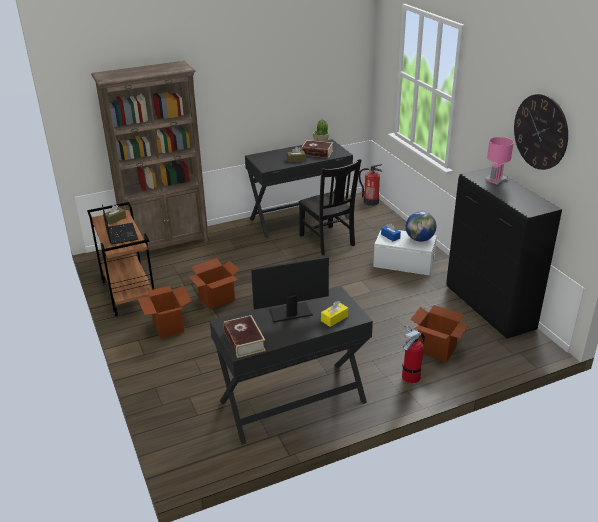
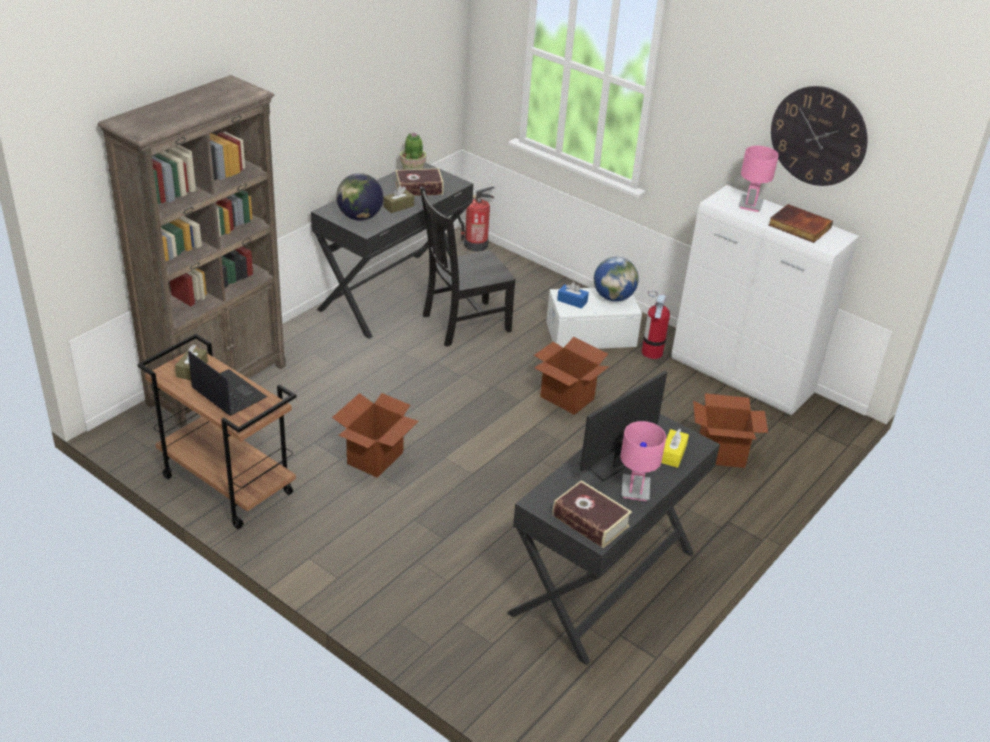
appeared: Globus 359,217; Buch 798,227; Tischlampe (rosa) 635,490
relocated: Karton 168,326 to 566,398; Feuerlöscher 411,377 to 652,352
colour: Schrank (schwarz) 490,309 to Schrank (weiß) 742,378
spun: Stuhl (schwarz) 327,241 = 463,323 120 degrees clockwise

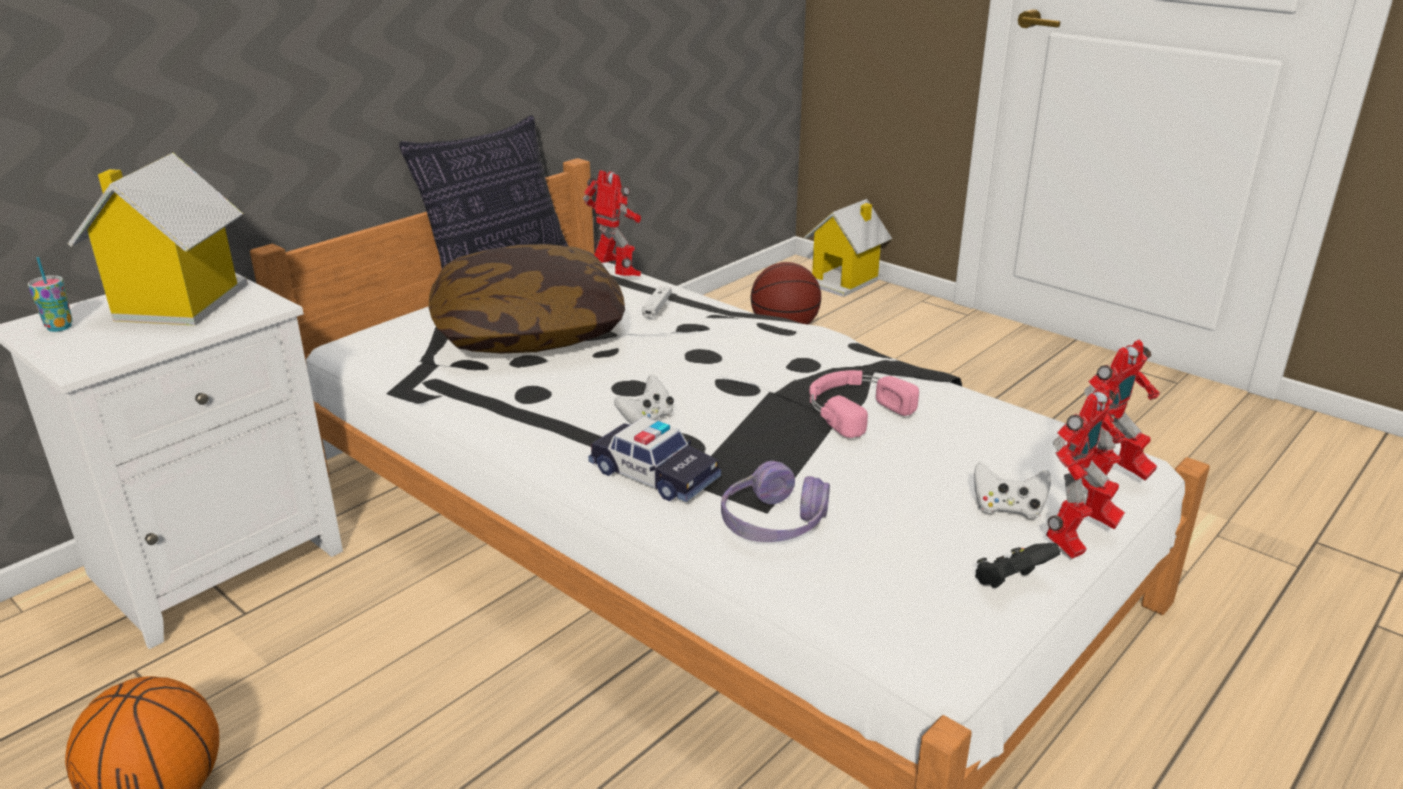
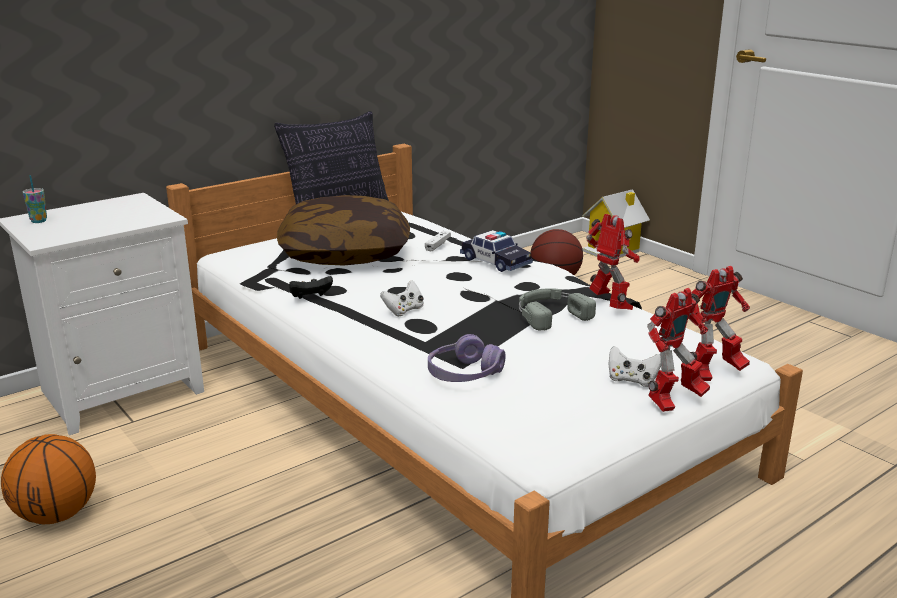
missing: Spielzeughaus 178,304
relocated: Spielzeugroboter 617,274 to 610,306; Spielzeugauto 654,474 to 495,261; Gamepad (schwarz) 1011,582 to 311,297
colour: Kopfhörer (rosa) 853,409 to Kopfhörer (grau) 550,314

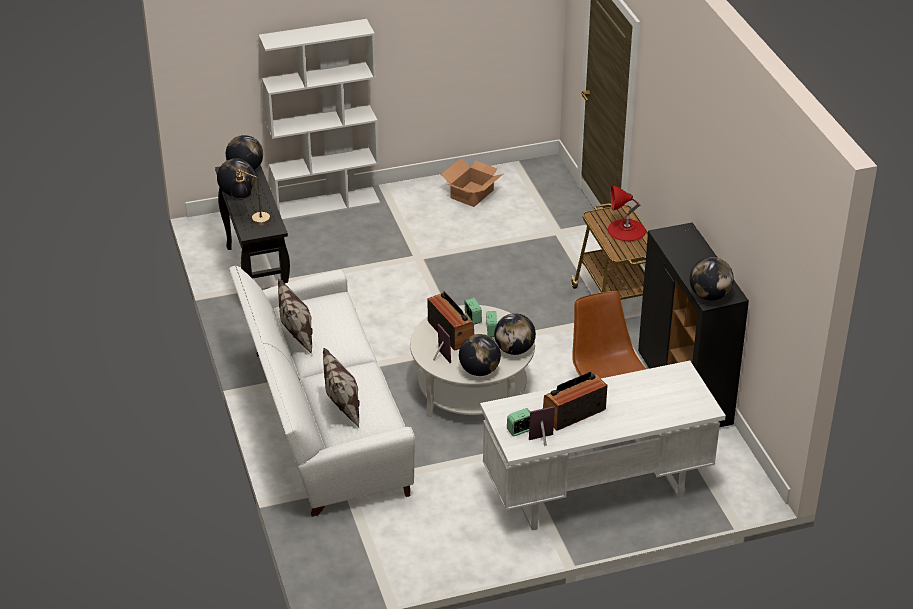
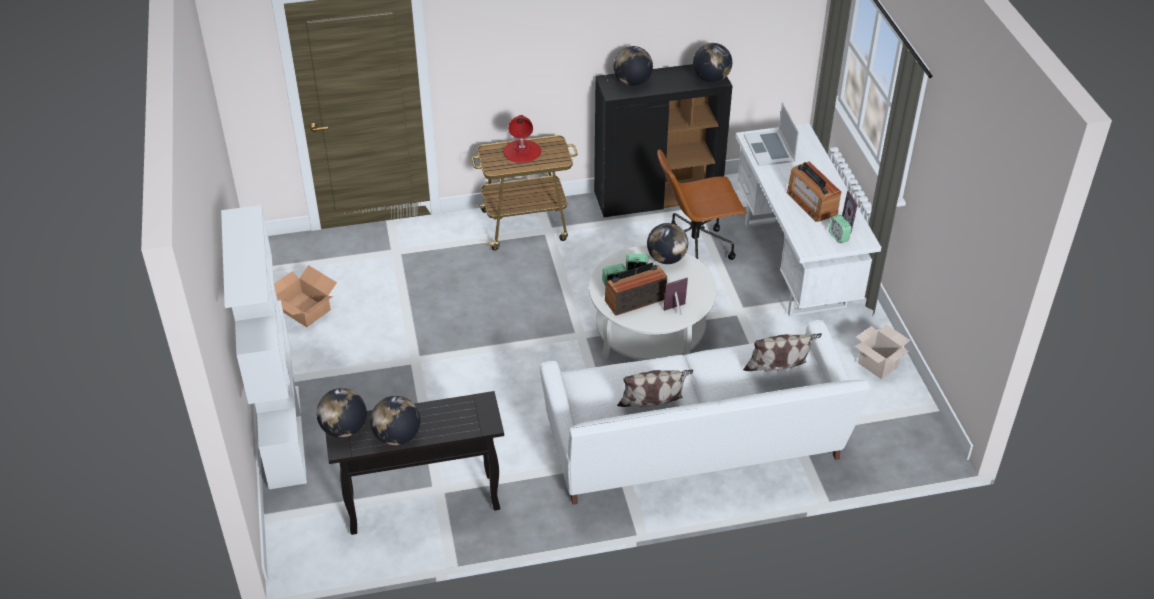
missing: Tischlampe 252,219
appeared: Laptop 769,148; Karton 878,365
relocated: Globus 479,371 to 632,82

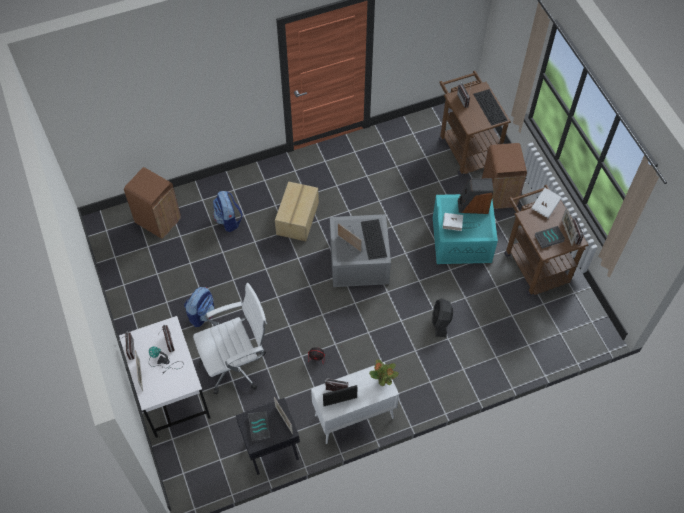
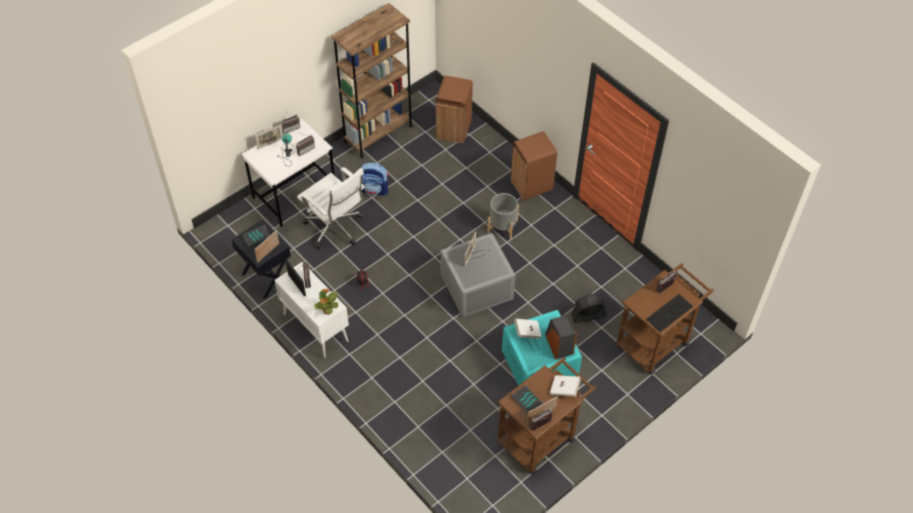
missing: Rucksack 228,220; Tastatur 374,239
appeared: Bücherregal (braun) 378,133
relocated: Mülleimer (braun) 499,194 to 532,186; Ventilator (schwarz) 441,322 to 587,315
exchanged: Karton 298,218 to Pflanzkübel (grau) 502,226

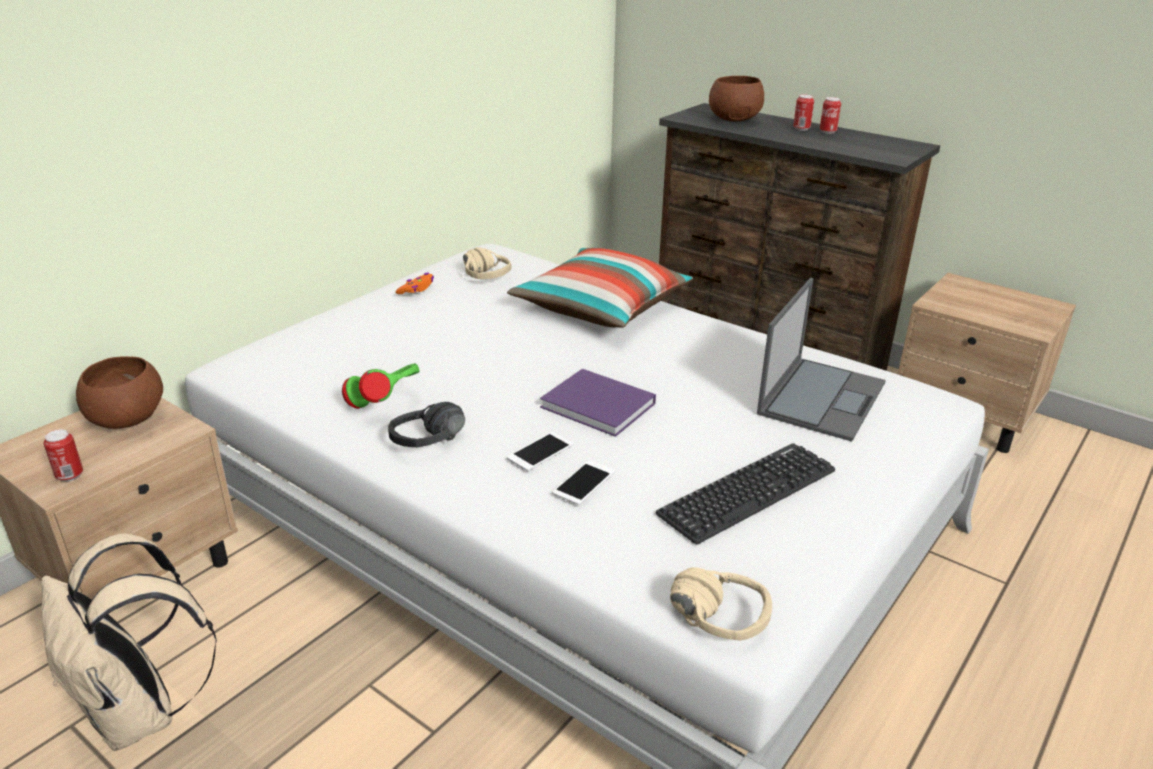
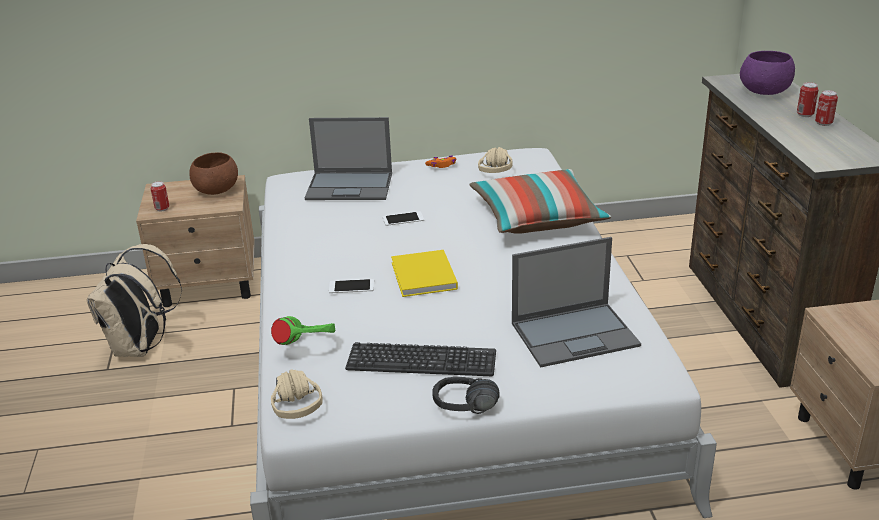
appeared: Laptop 350,186
relocated: Kopfhörer (grün) 386,404 to 306,347; Kopfhörer (schwarz) 434,445 to 465,411; Handy 584,482 to 403,219
colour: Schüssel (braun) 733,119 to Schüssel (lila) 764,91; Buch (lila) 600,406 to Buch (gelb) 424,277

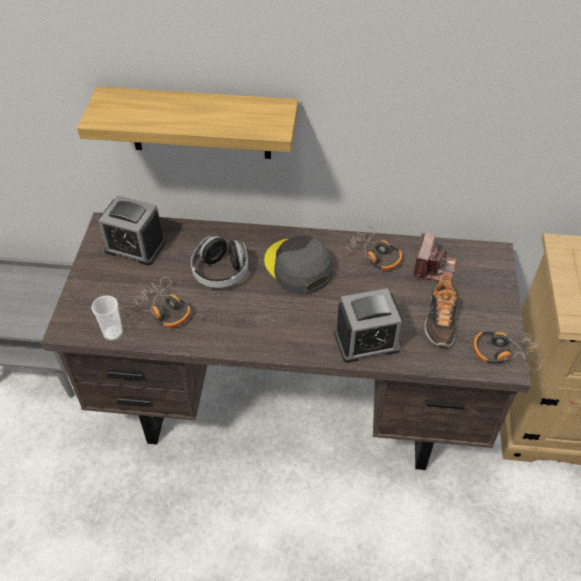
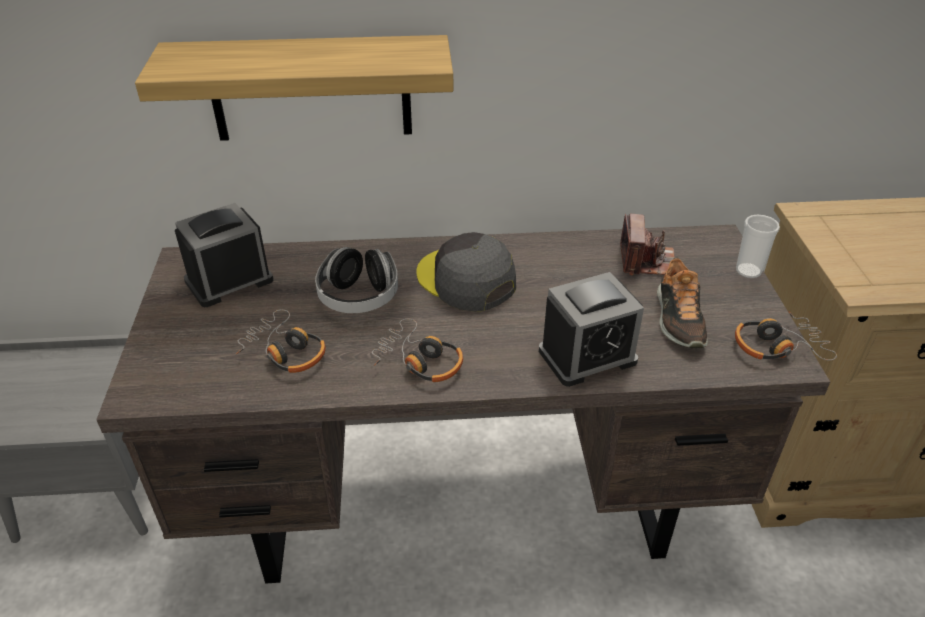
relocated: Kopfhörer 374,255 to 419,361; Tasse 113,333 to 748,271
spun: Wecker 135,246 = 229,281 135 degrees clockwise

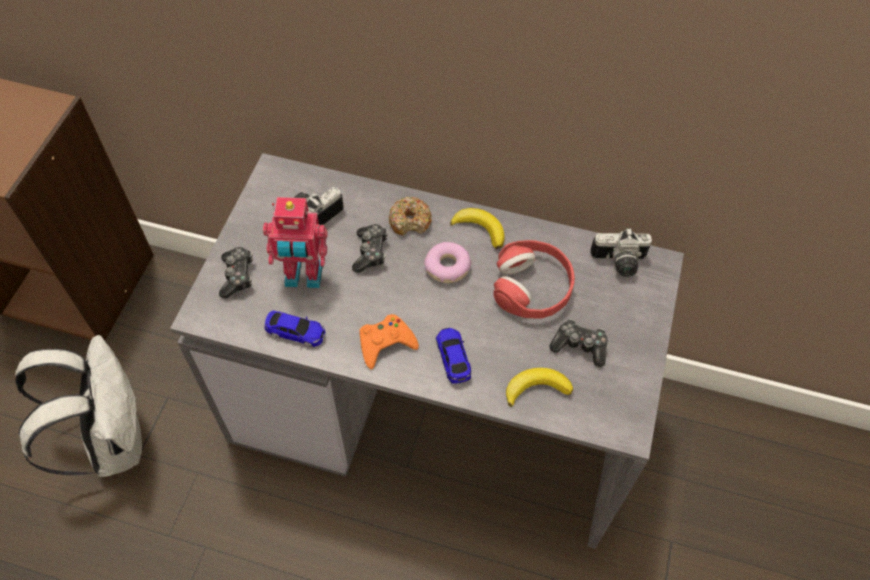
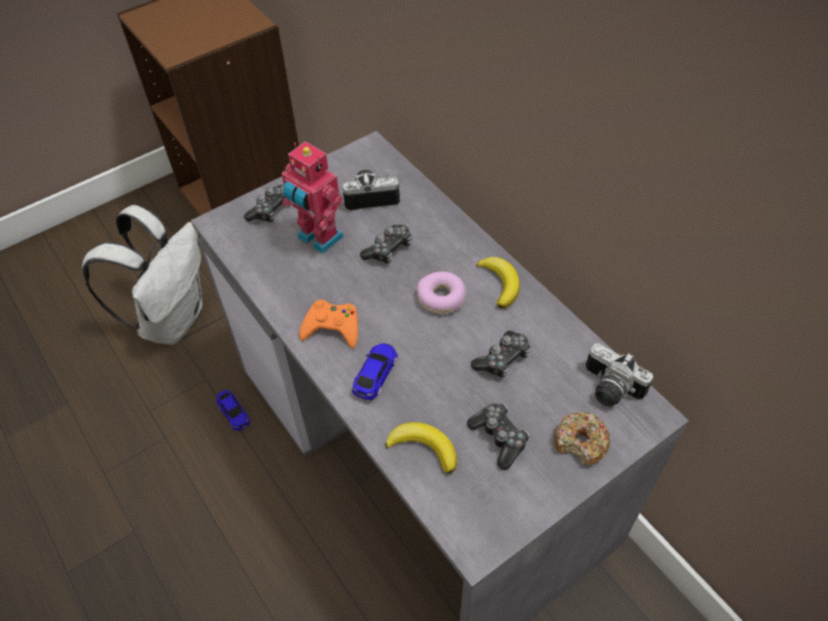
relocated: Donut 410,221 to 581,442; Spielzeugauto 296,332 to 233,413
exchanged: Kopfhörer (rot) 532,287 to Gamepad 502,359

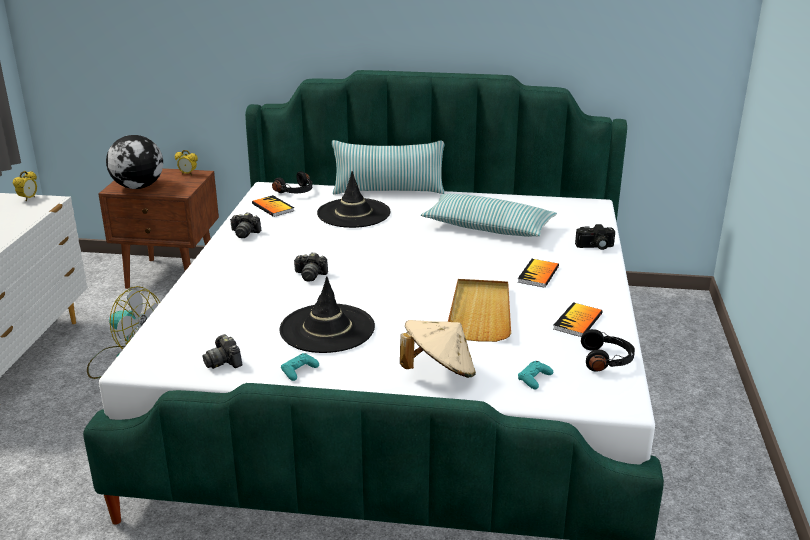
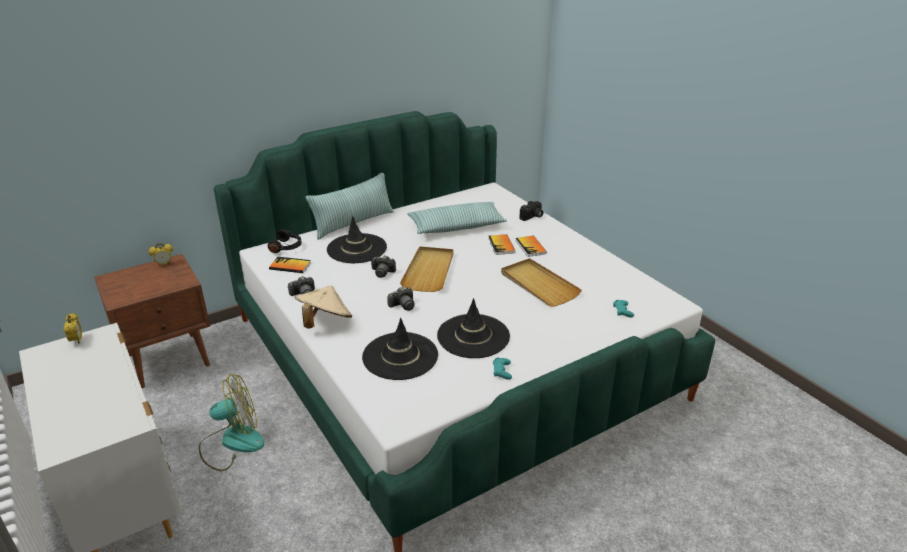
missing: Globus 139,187; Kopfhörer (schwarz) 607,360
appeared: Tablett (beige) 429,271; Hut (schwarz) 400,356
relocated: Buch 577,321 to 501,245; Hut (beige) 439,371 to 325,322; Kamera 224,362 to 383,272

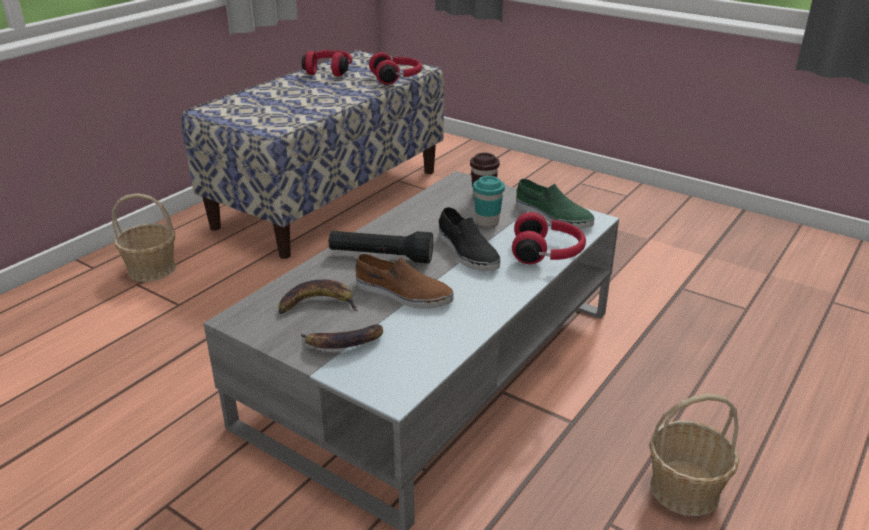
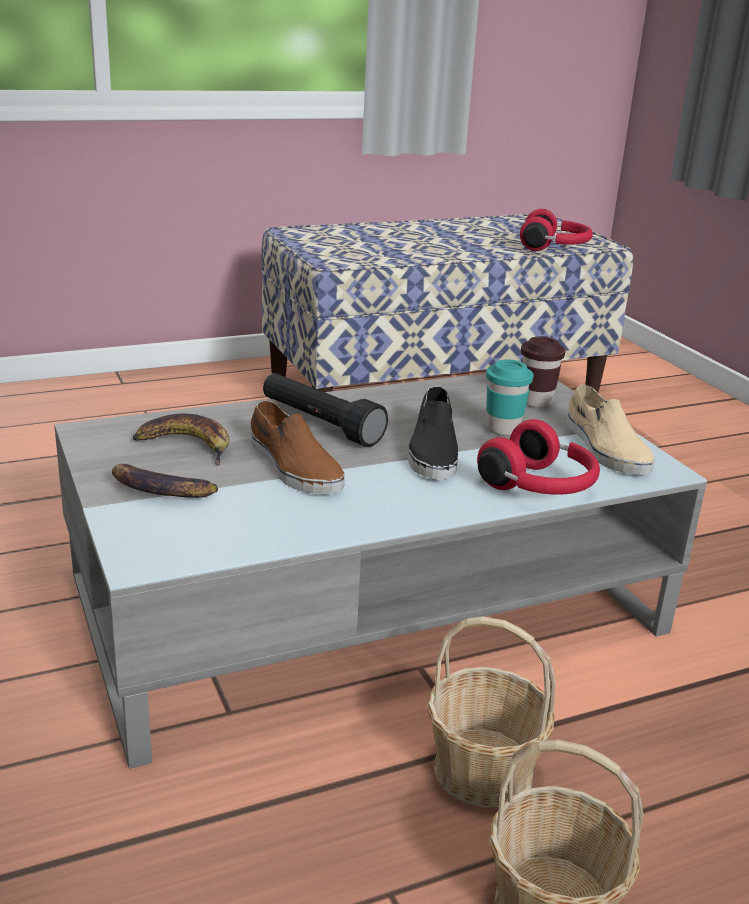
missing: Kopfhörer (rot) 329,71
relocated: Korb 152,269 to 483,770
colour: Schuh (grün) 552,215 to Schuh (beige) 605,448

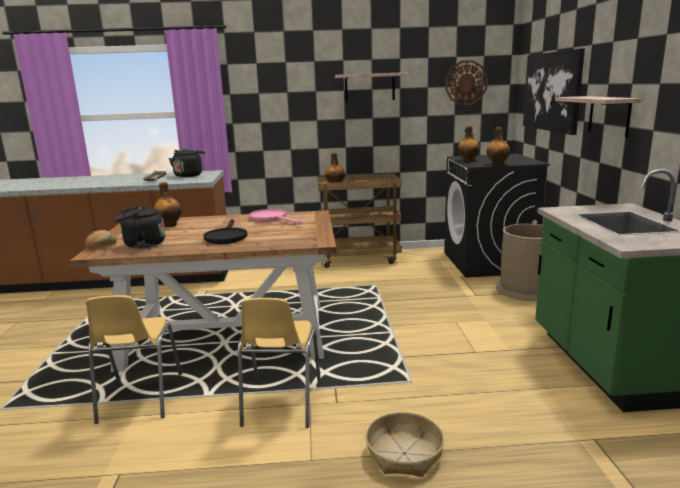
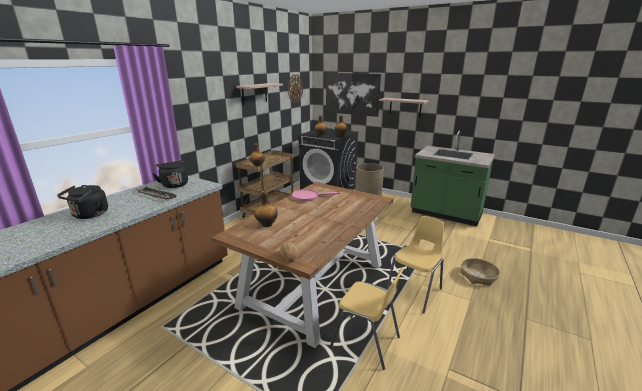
missing: Pfanne (schwarz) 226,237
relocated: Wasserkessel (schwarz) 142,245 to 89,215
spun: Stuhl (gelb) 281,403 = 415,292 90 degrees counterclockwise

